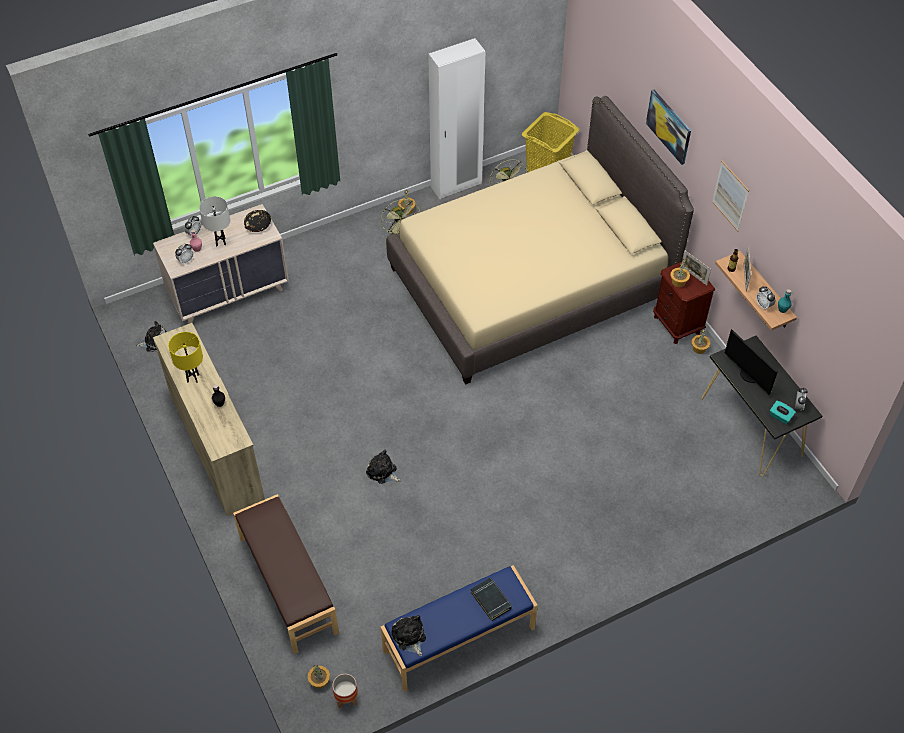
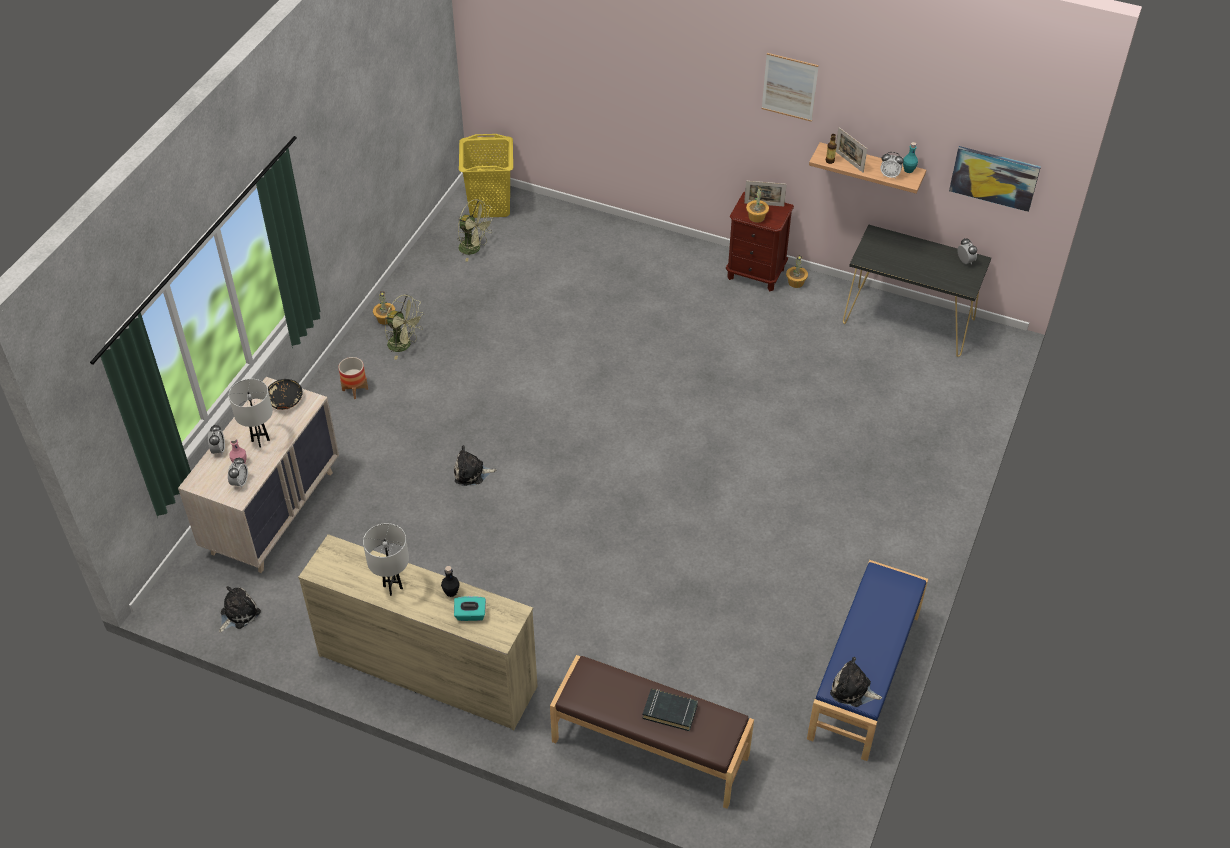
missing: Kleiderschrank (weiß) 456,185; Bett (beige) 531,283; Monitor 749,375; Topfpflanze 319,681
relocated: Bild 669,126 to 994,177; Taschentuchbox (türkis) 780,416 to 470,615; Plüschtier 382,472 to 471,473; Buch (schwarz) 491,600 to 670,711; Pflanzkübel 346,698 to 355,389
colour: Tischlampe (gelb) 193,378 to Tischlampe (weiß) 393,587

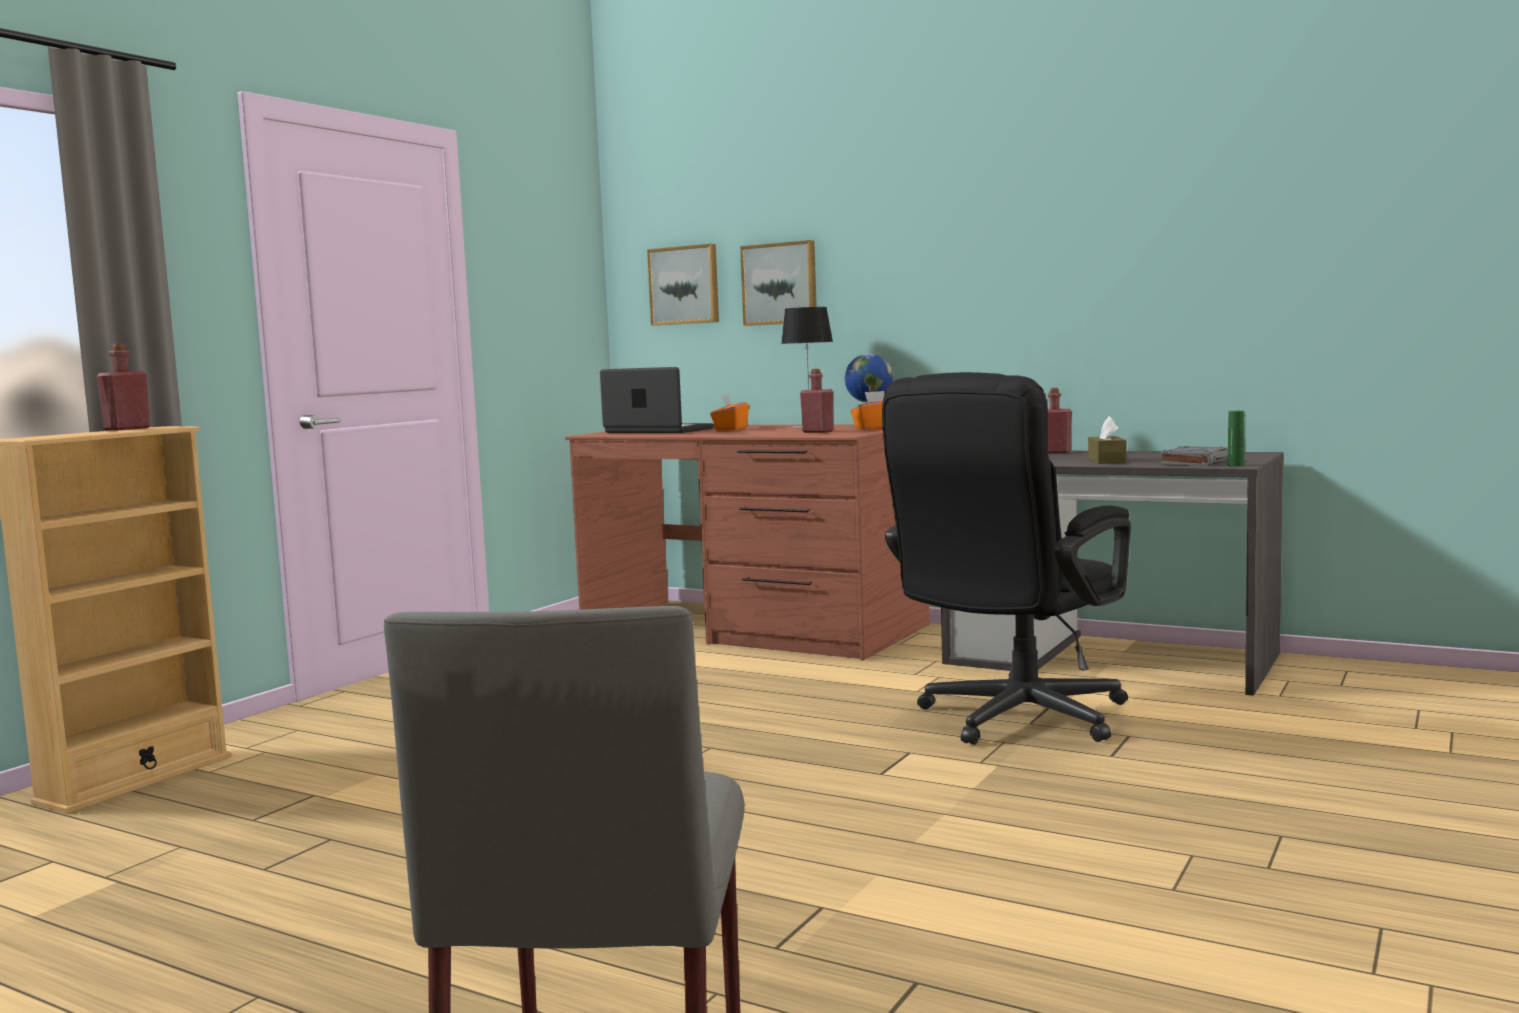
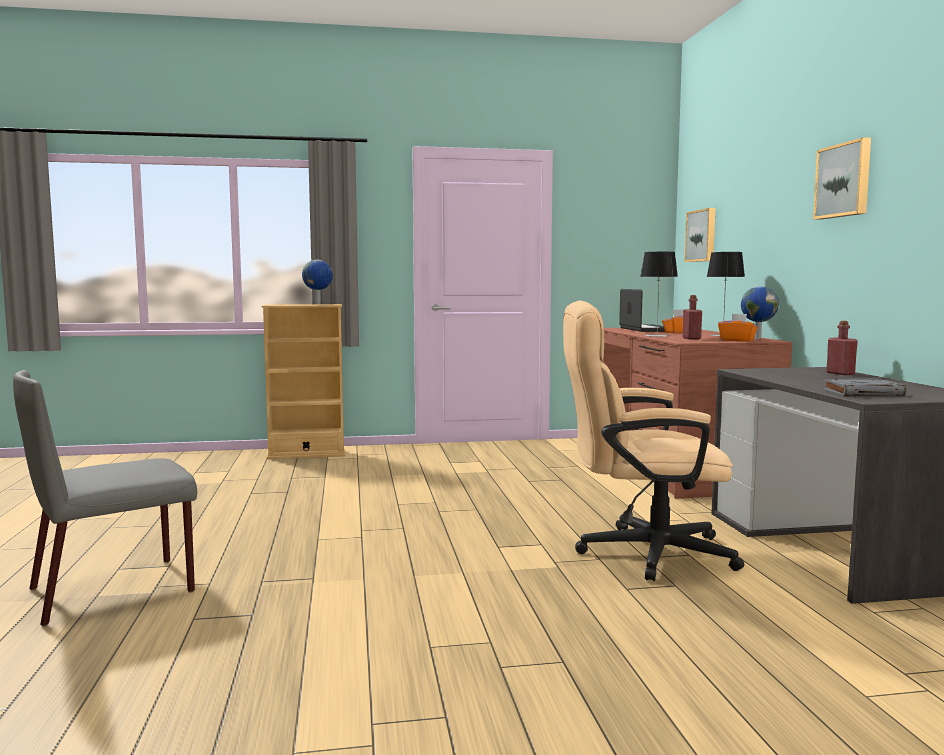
missing: Flasche (grün) 1235,465; Taschentuchbox (braun) 1106,460
appeared: Tischlampe 657,336
relocated: Bild 780,284 to 844,180
exchanged: Flasche (rot) 127,429 to Globus 318,304
colour: Bürostuhl (schwarz) 1012,721 to Bürostuhl (beige) 640,552

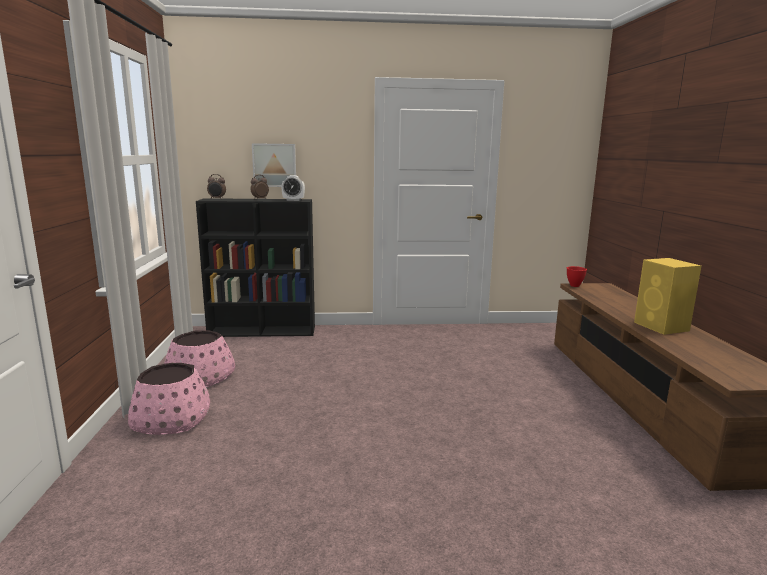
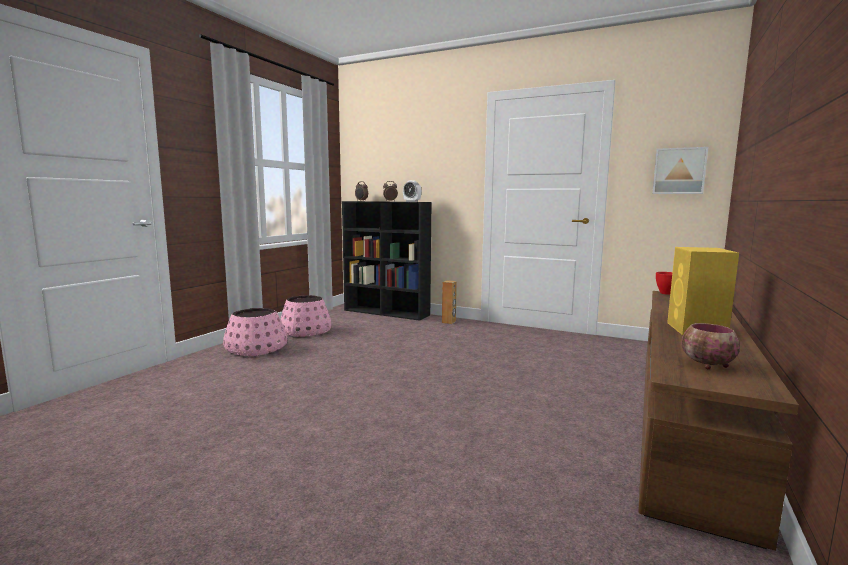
appeared: Lautsprecher (braun) 449,322; Schüssel 707,365
relocated: Bild 274,165 to 679,171

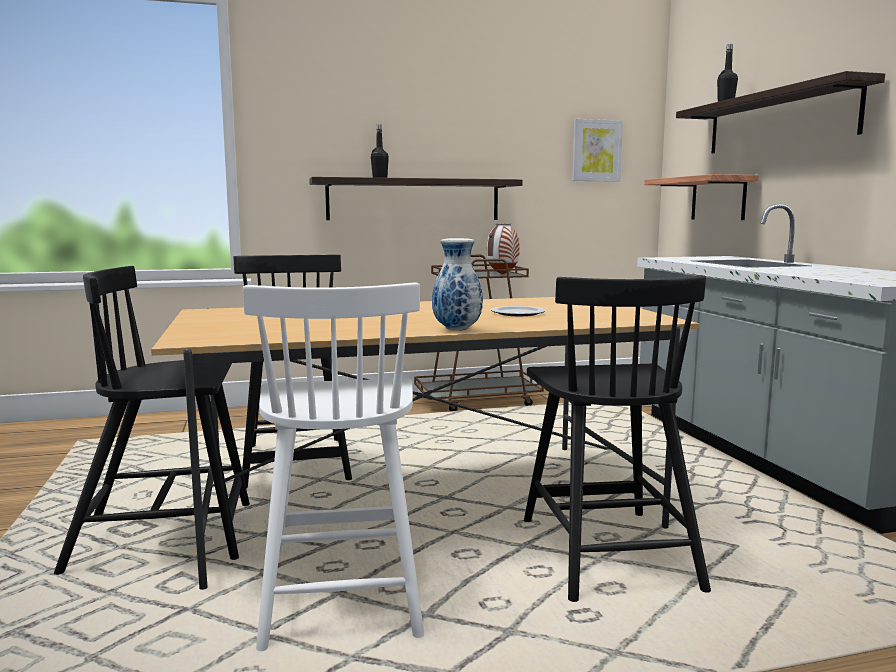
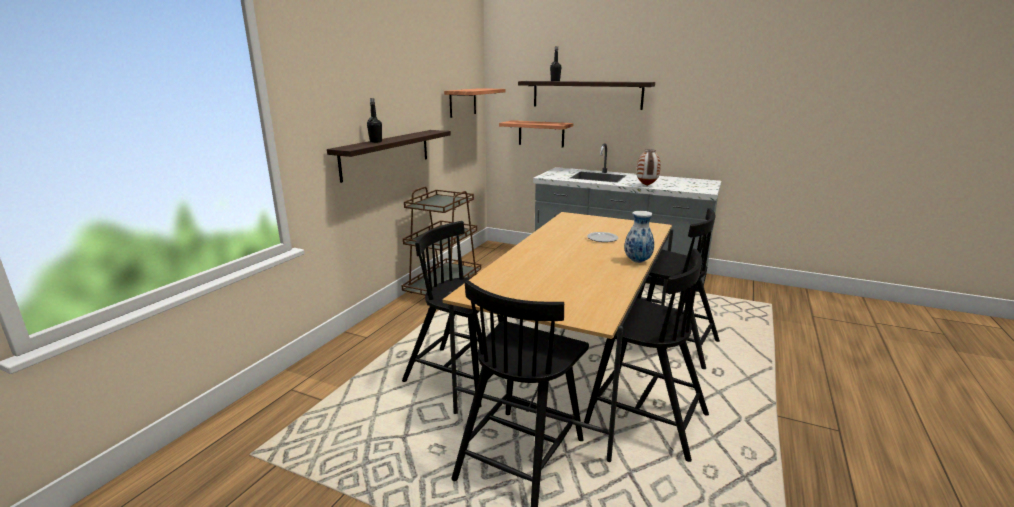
relocated: Vase 502,274 to 647,185
exchanged: Bild 596,150 to Wandregal 462,102
colour: Stuhl (weiß) 342,587 to Stuhl (schwarz) 644,417

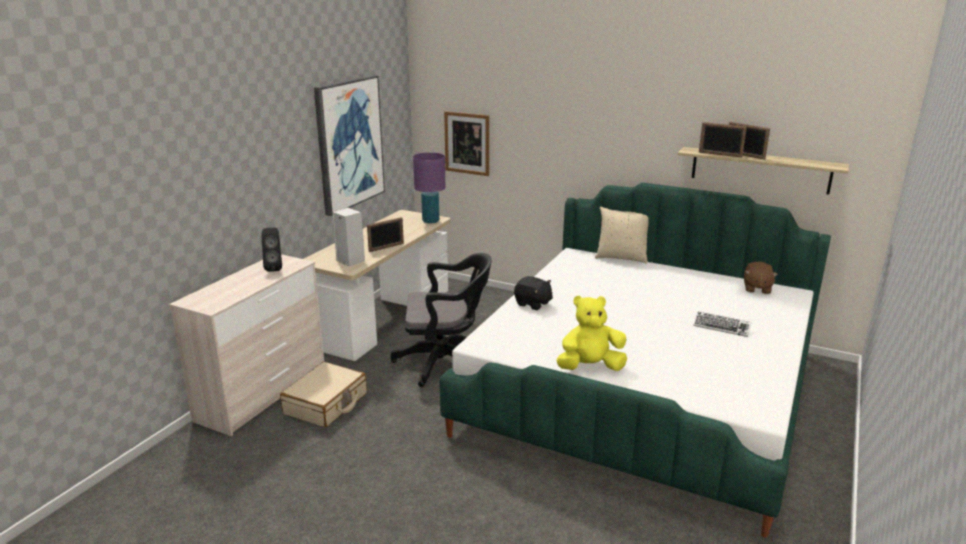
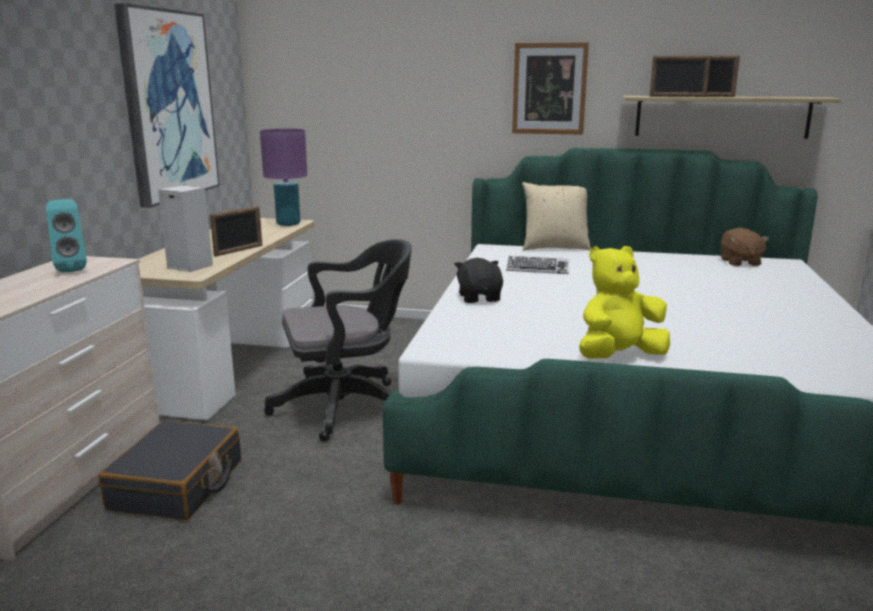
relocated: Bild 467,143 to 549,88; Tastatur 721,327 to 537,269
colour: Lautsprecher (schwarz) 274,268 to Lautsprecher (türkis) 72,269; Koffer (beige) 326,404 to Koffer (schwarz) 177,485
spun: Plüschtier (schwarz) 533,304 = 479,298 120 degrees counterclockwise

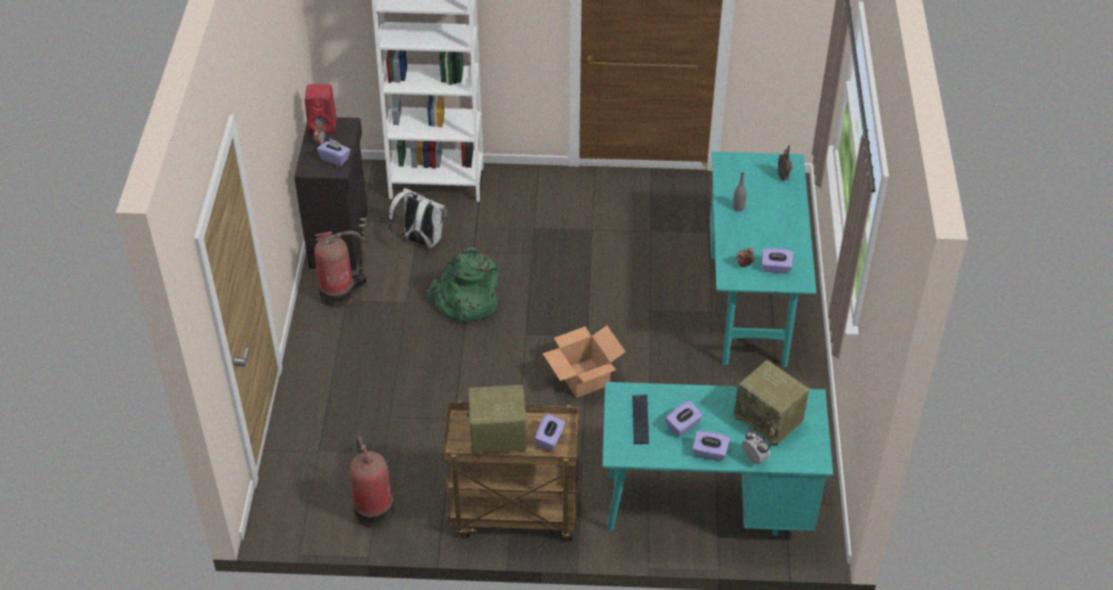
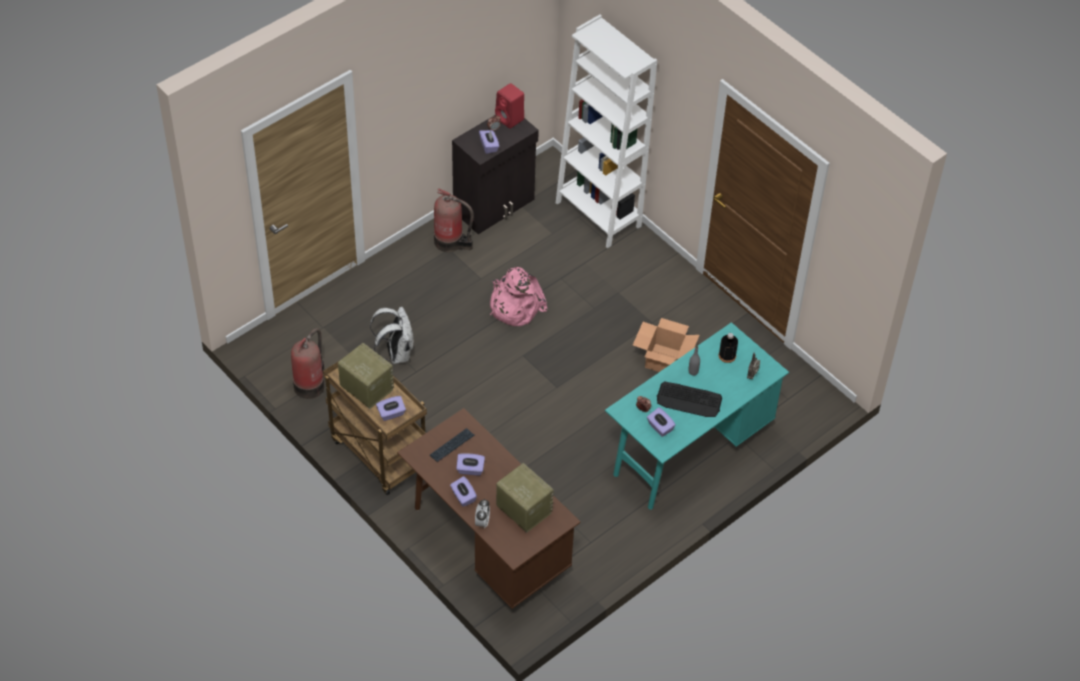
appeared: Flasche (schwarz) 727,355; Tastatur 689,400
relocated: Rucksack (weiß) 421,241 to 396,353; Karton 584,378 to 664,360
colour: Rucksack (grün) 465,301 to Rucksack (rosa) 514,306; Schreibtisch (türkis) 706,506 to Schreibtisch (braun) 487,545
spun: Radio 770,419 = 523,509 135 degrees clockwise

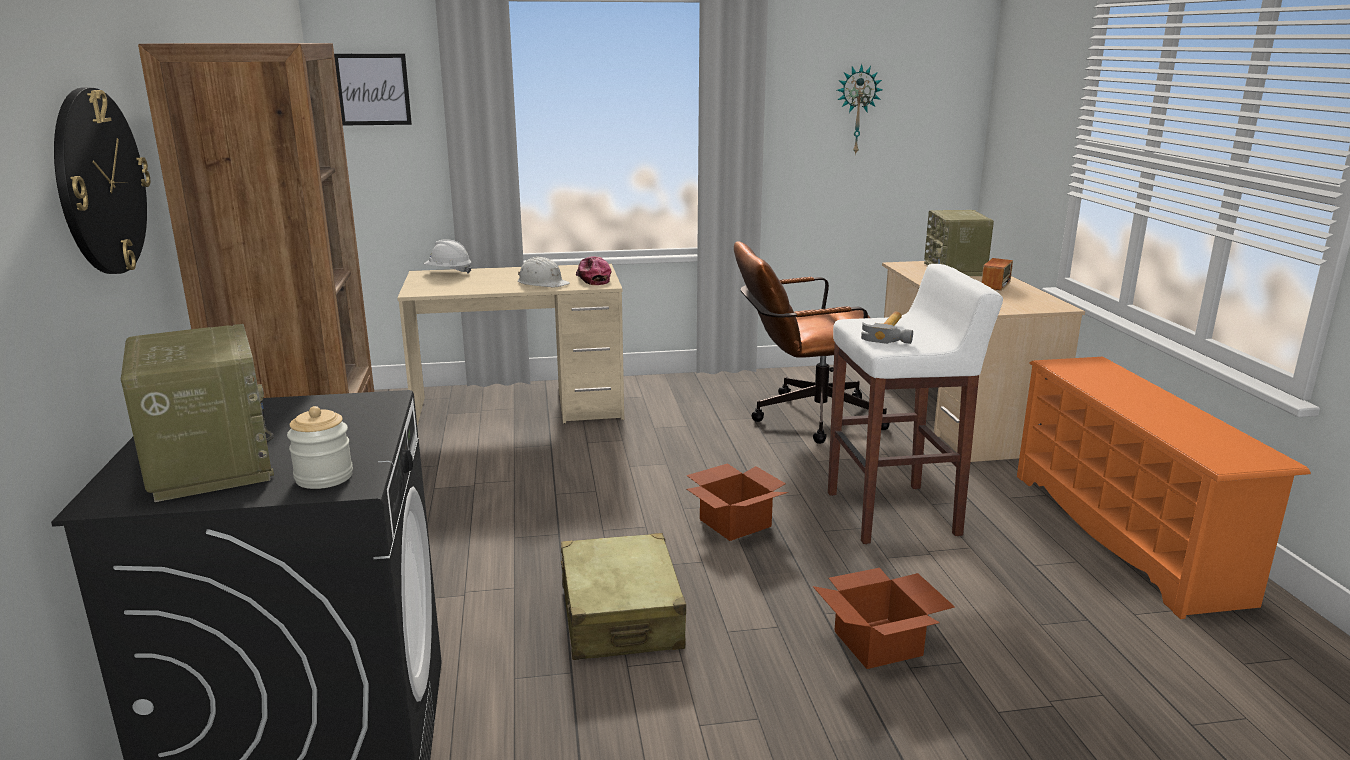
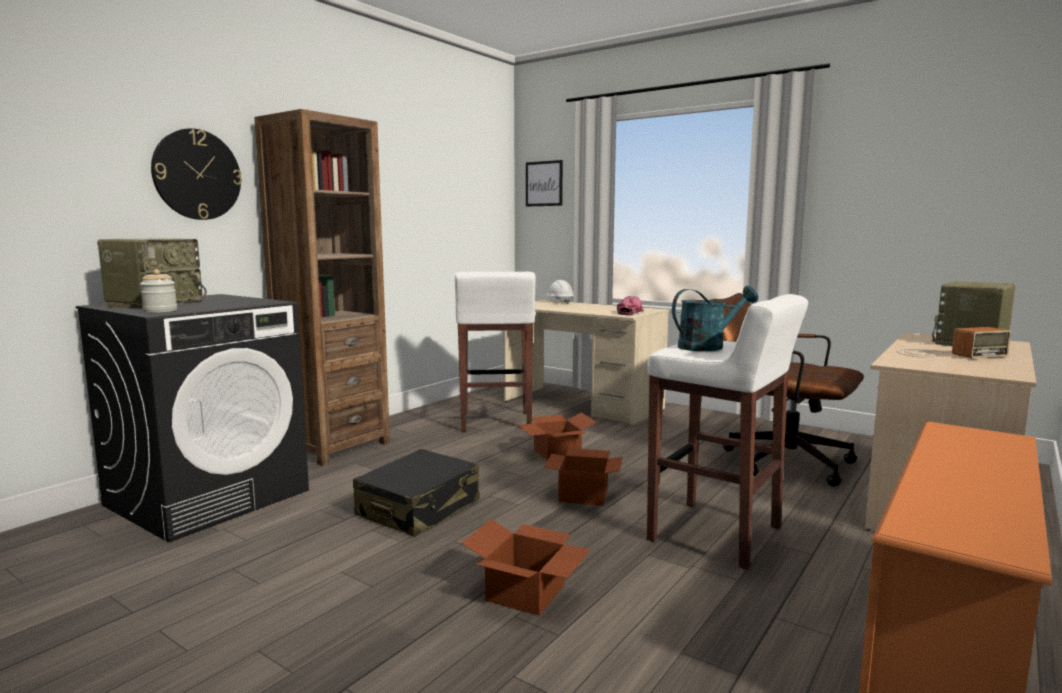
missing: Wanduhr 857,110; Schutzhelm (weiß) 542,283
appeared: Hocker (weiß) 495,422; Karton 555,453
exchanged: Hammer 892,332 to Gießkanne (türkis) 708,346
colour: Koffer (beige) 621,616 to Koffer (schwarz) 419,508

